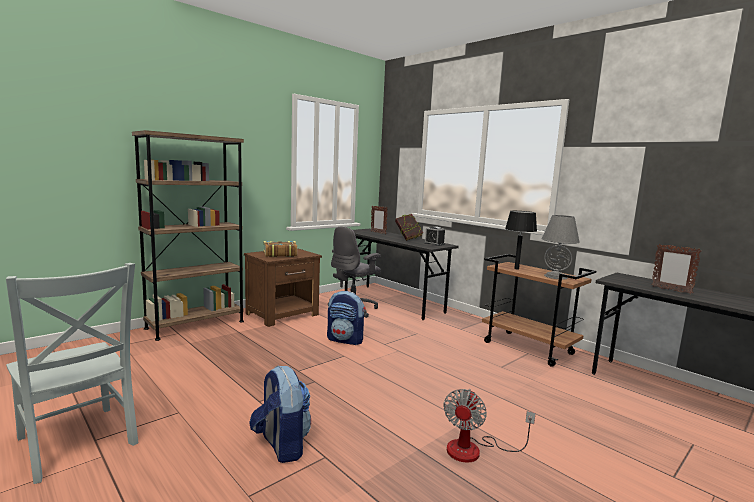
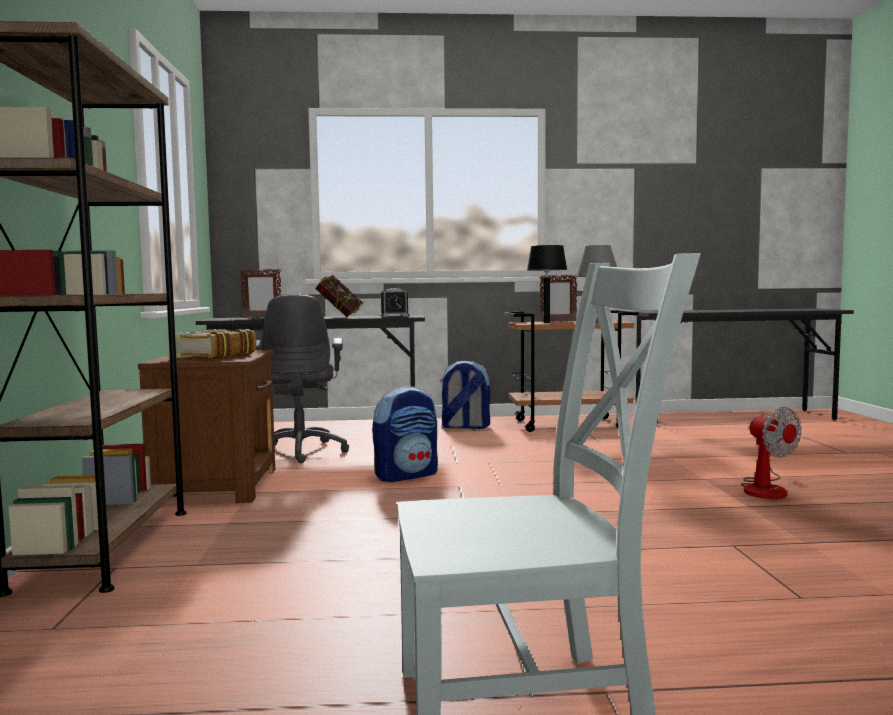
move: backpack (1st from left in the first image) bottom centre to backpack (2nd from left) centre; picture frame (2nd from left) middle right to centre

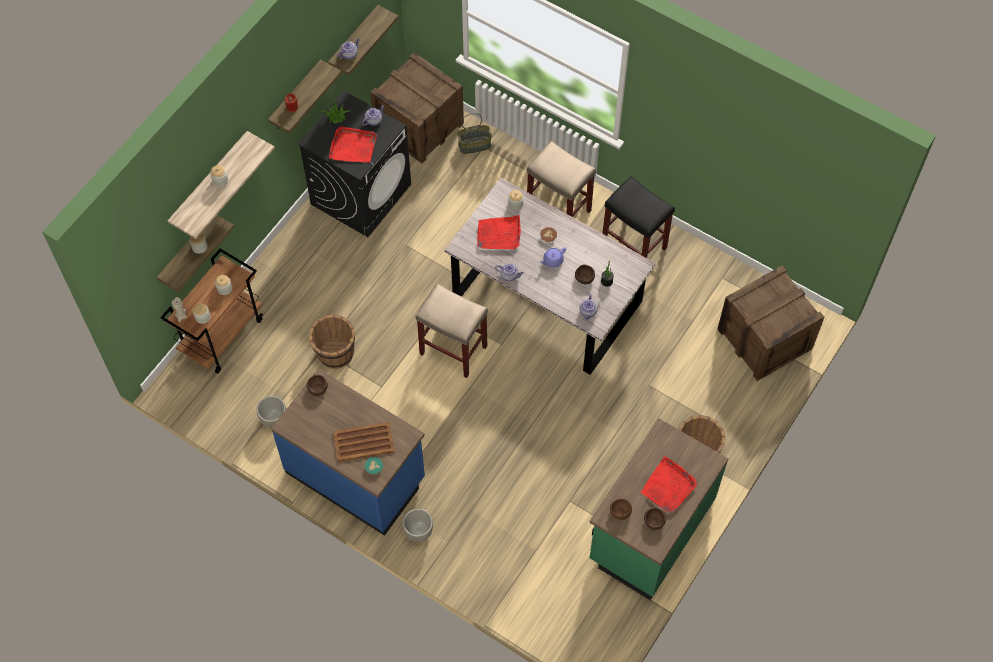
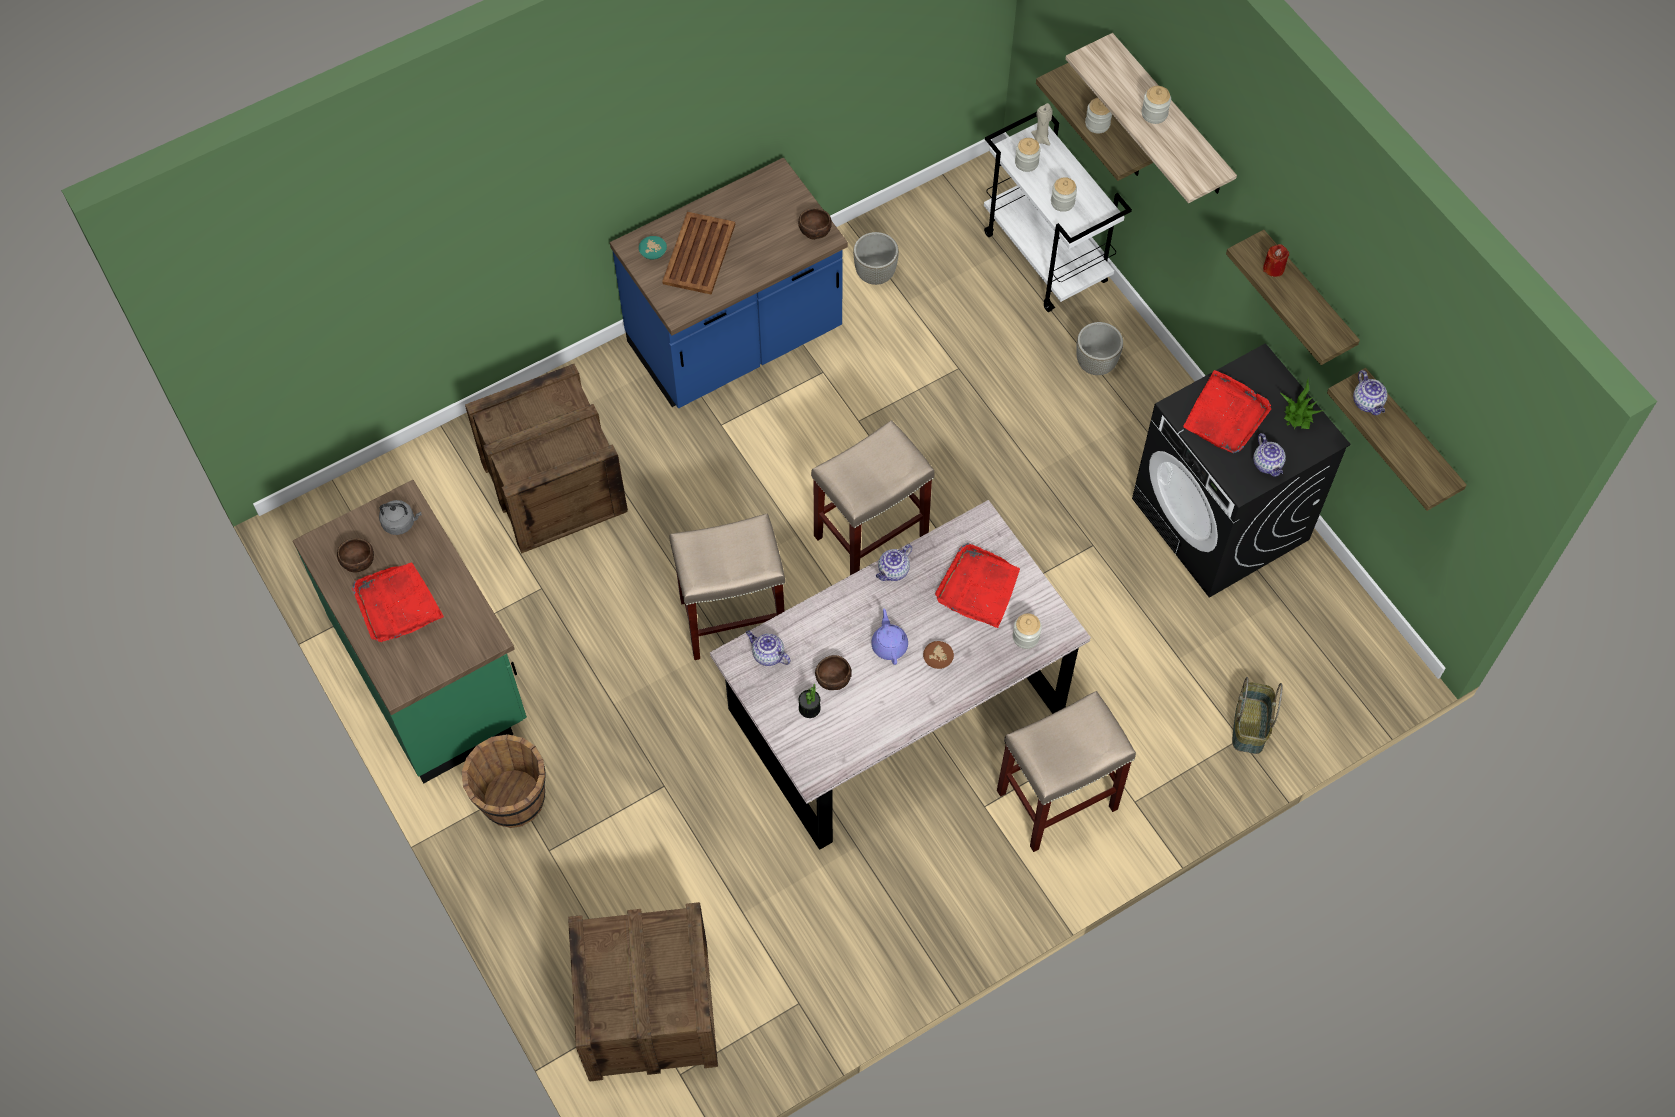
delete: bucket/brown (1st from left) centre; stool/black top centre
insert: stool/beige (1st from left) centre
move: crate (1st from left) top centre to middle left; planter/grey (2nd from left) bottom centre to top centre
replace: bowl/brown (4th from left) bottom centre to kettle/grey middle left
recolor: cart/brown middle left to cart/white top centre

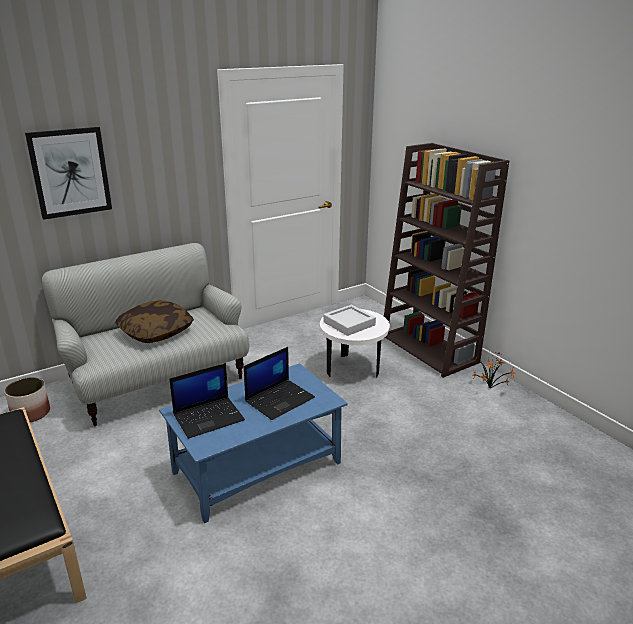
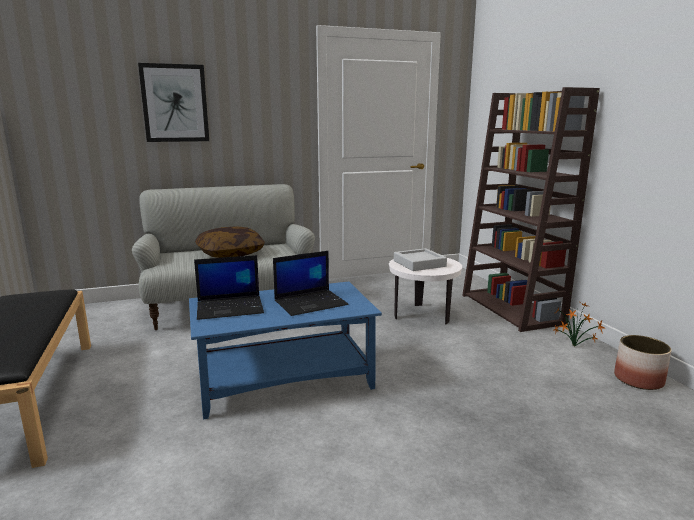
move: planter middle left to bottom right

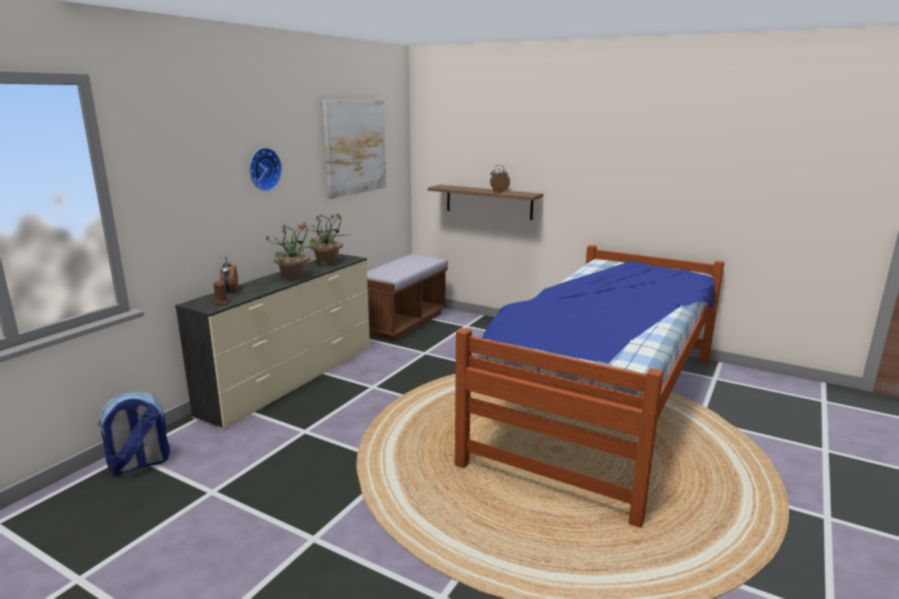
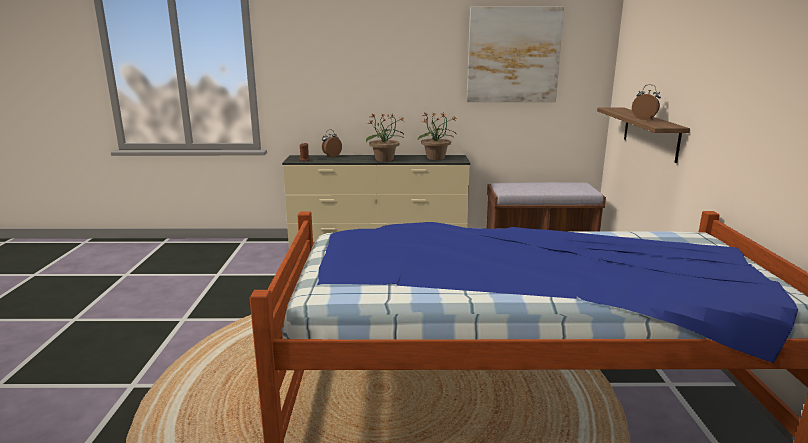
delete: backpack bottom left; wall clock top left

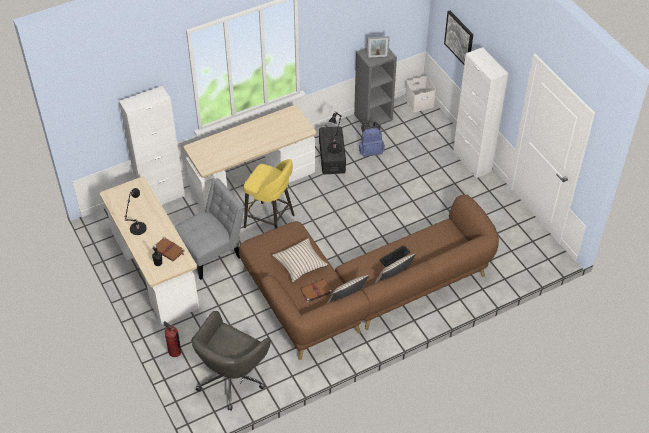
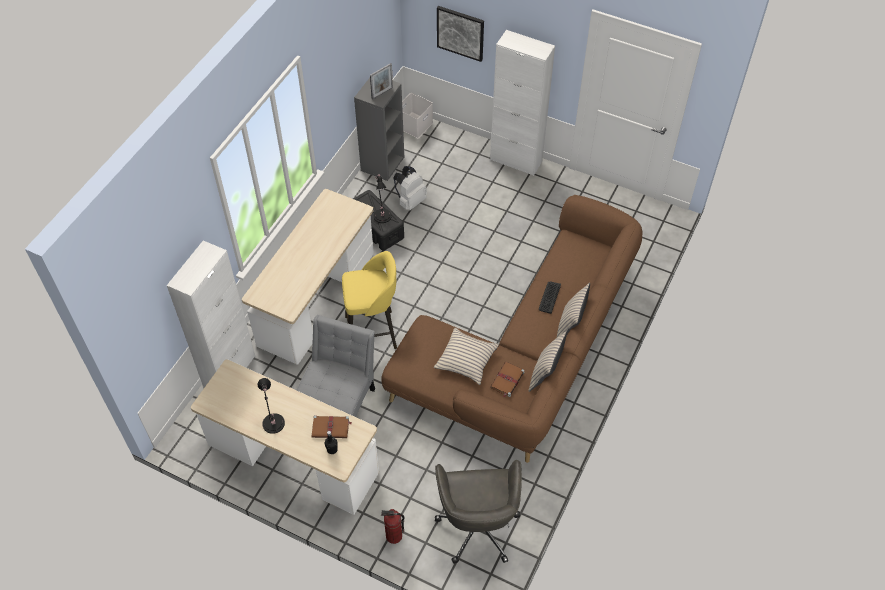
recolor: backpack/blue top centre to backpack/white top centre

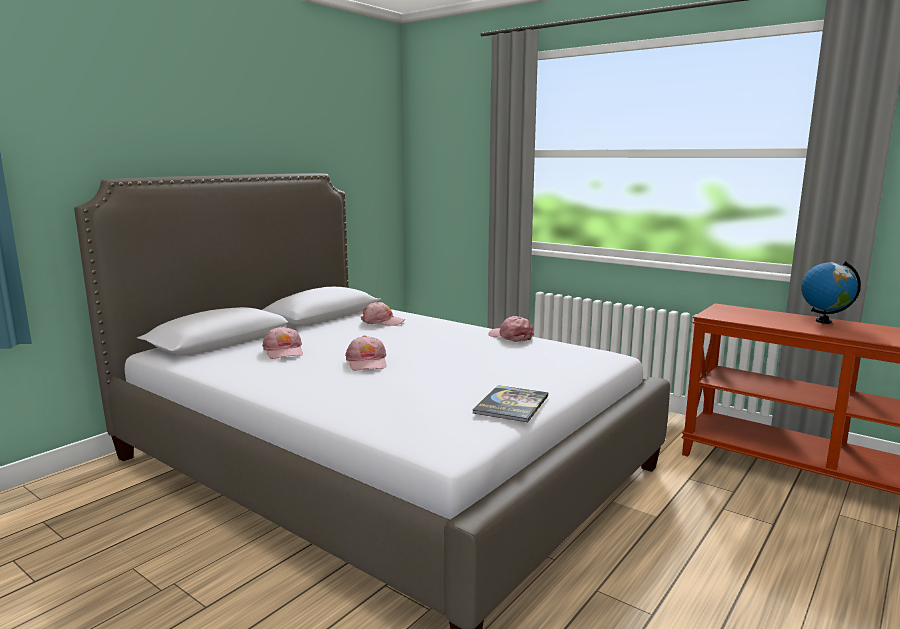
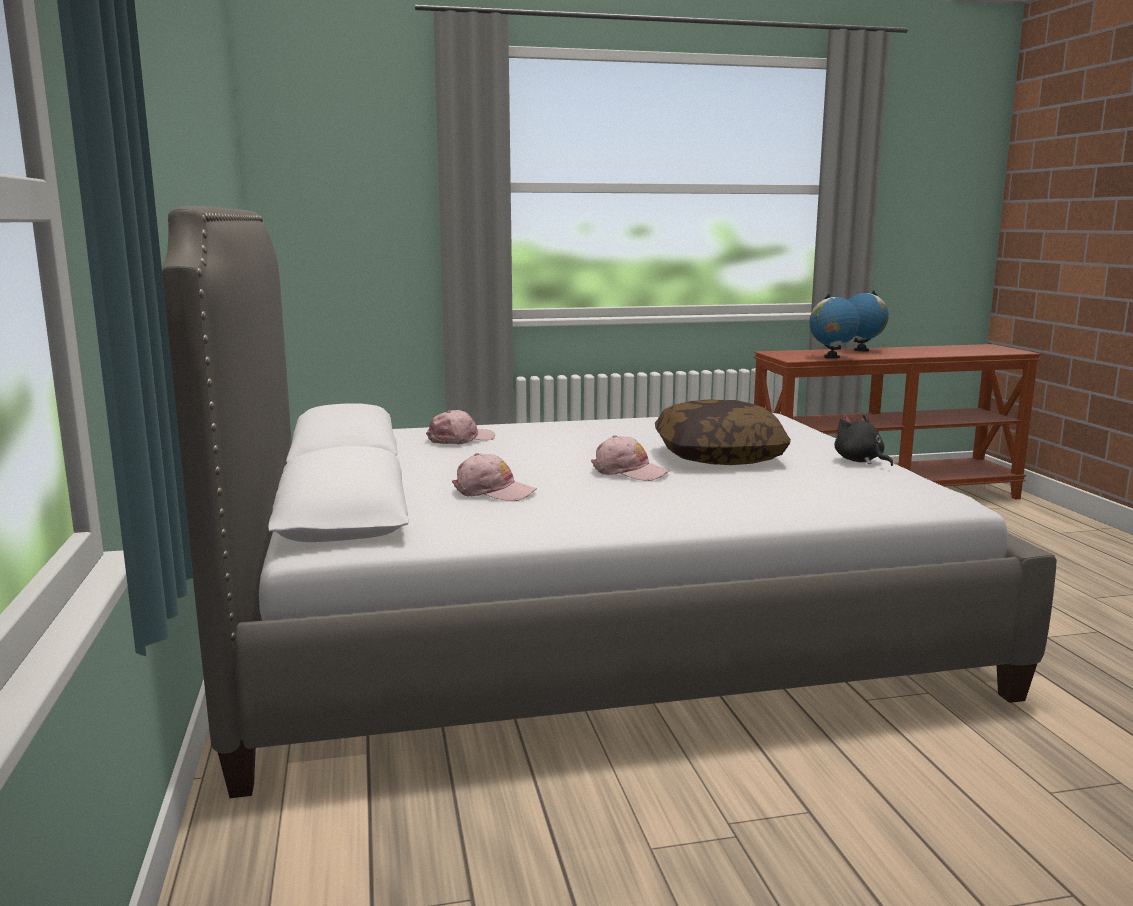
delete: cap/pink (4th from left) centre
insert: pillow centre; globe (1st from left) middle right
replace: book centre to plush toy/black middle right

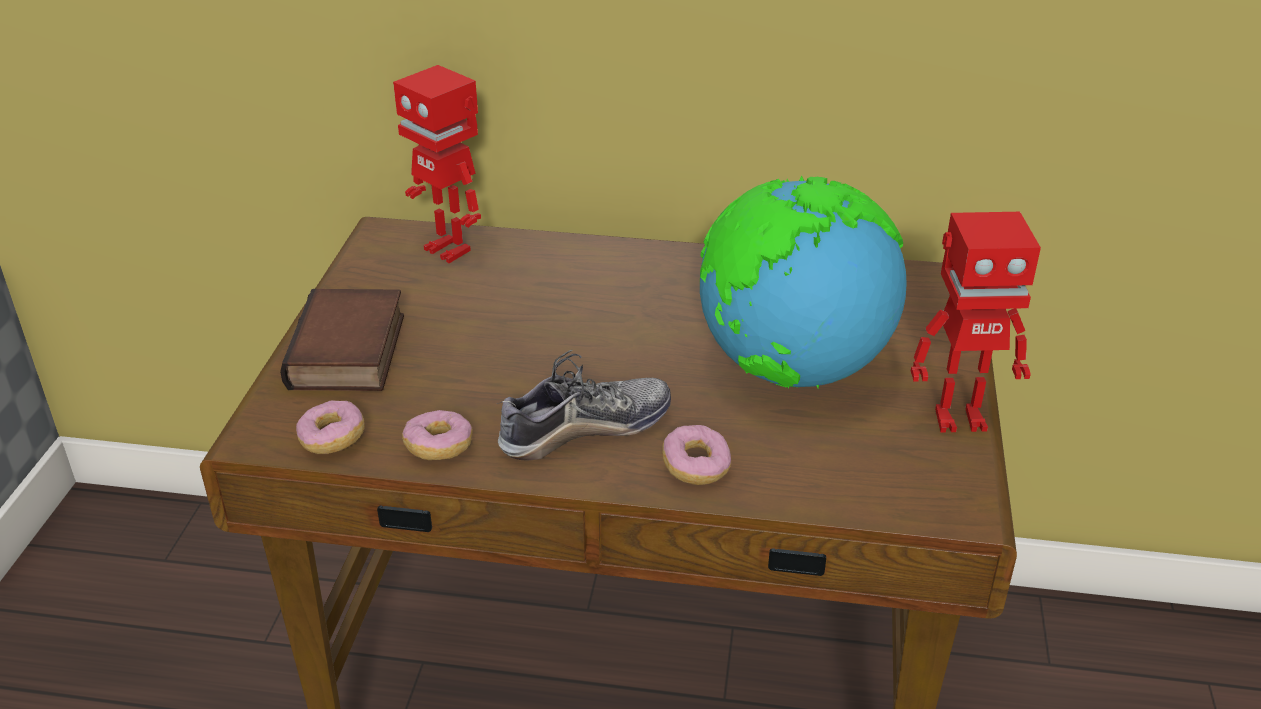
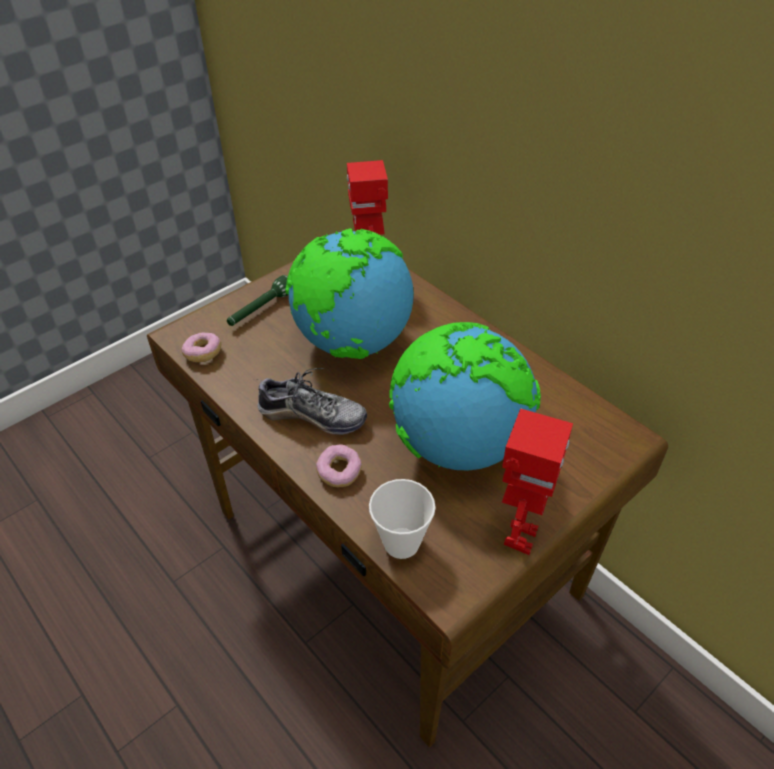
delete: donut (2nd from left) centre
insert: globe (1st from left) centre; cup bottom centre
replace: book middle left to flashlight/green middle left
rotate: toy robot (2nd from left) middle right = middle right 105 degrees counterclockwise

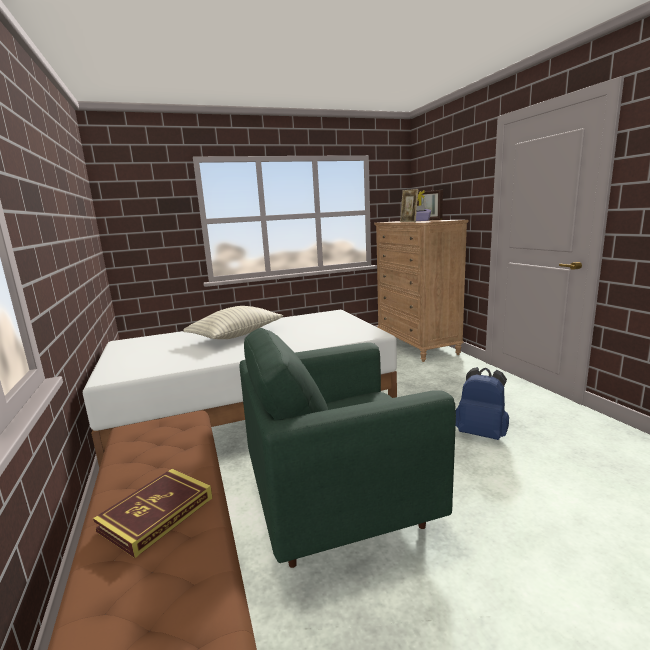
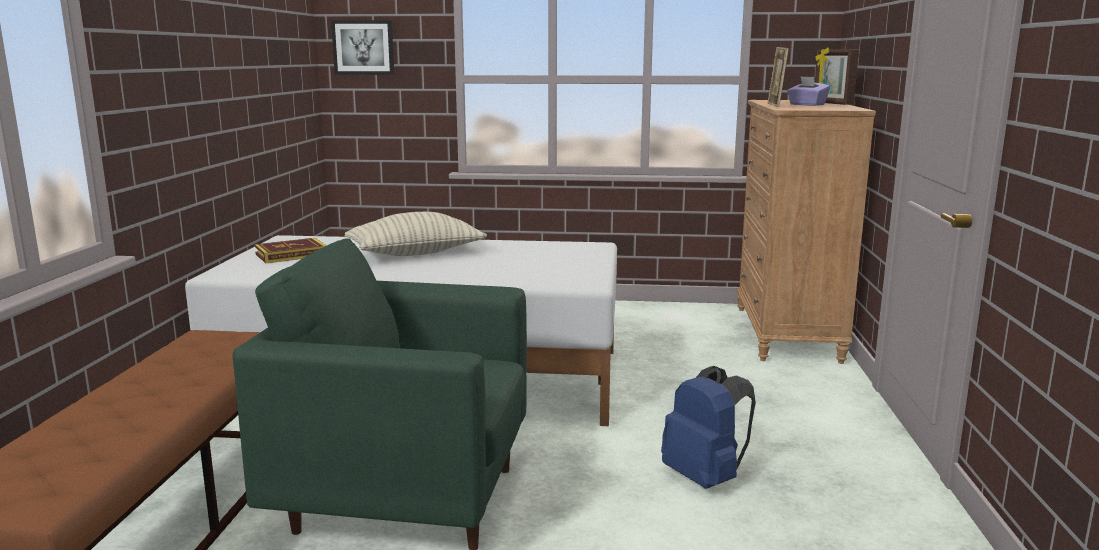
insert: picture top left
move: book bottom left to middle left

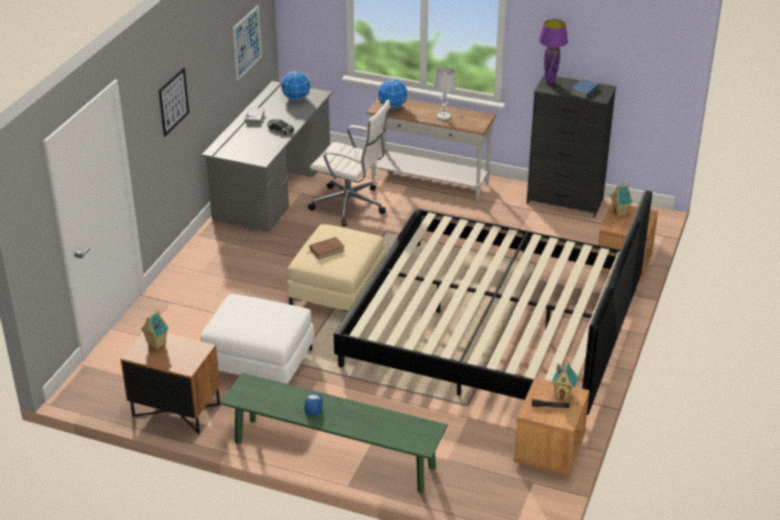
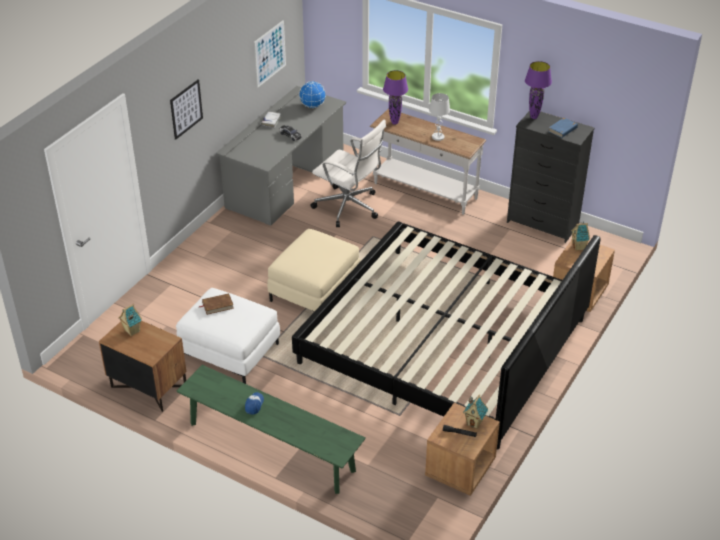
move: book/brown centre to middle left
replace: globe (2nd from left) top centre to table lamp/purple (1st from left) top centre

